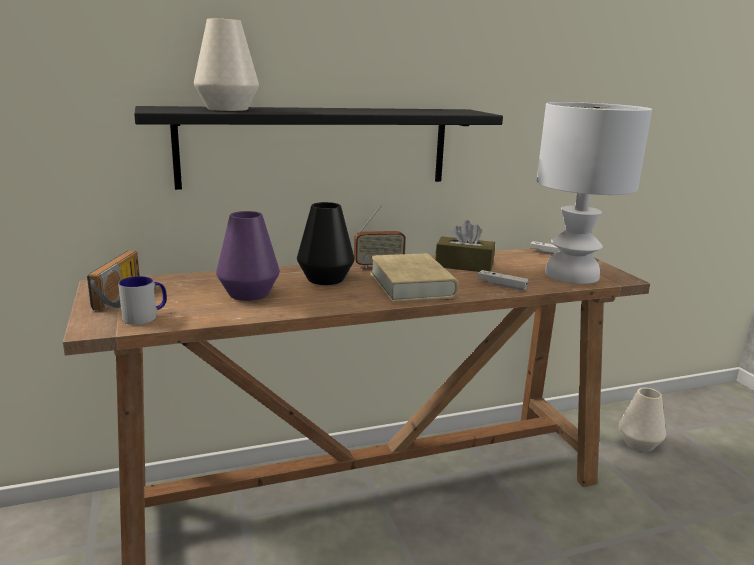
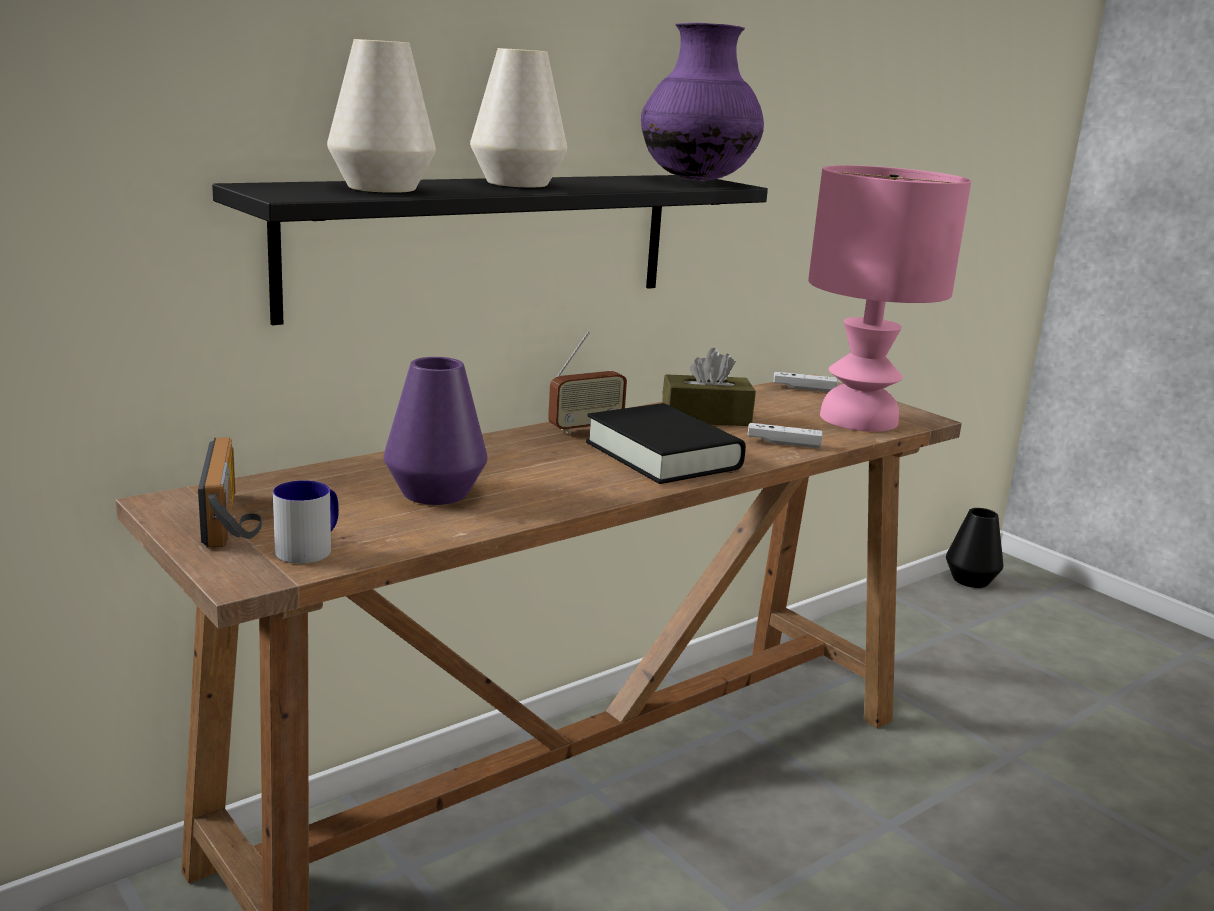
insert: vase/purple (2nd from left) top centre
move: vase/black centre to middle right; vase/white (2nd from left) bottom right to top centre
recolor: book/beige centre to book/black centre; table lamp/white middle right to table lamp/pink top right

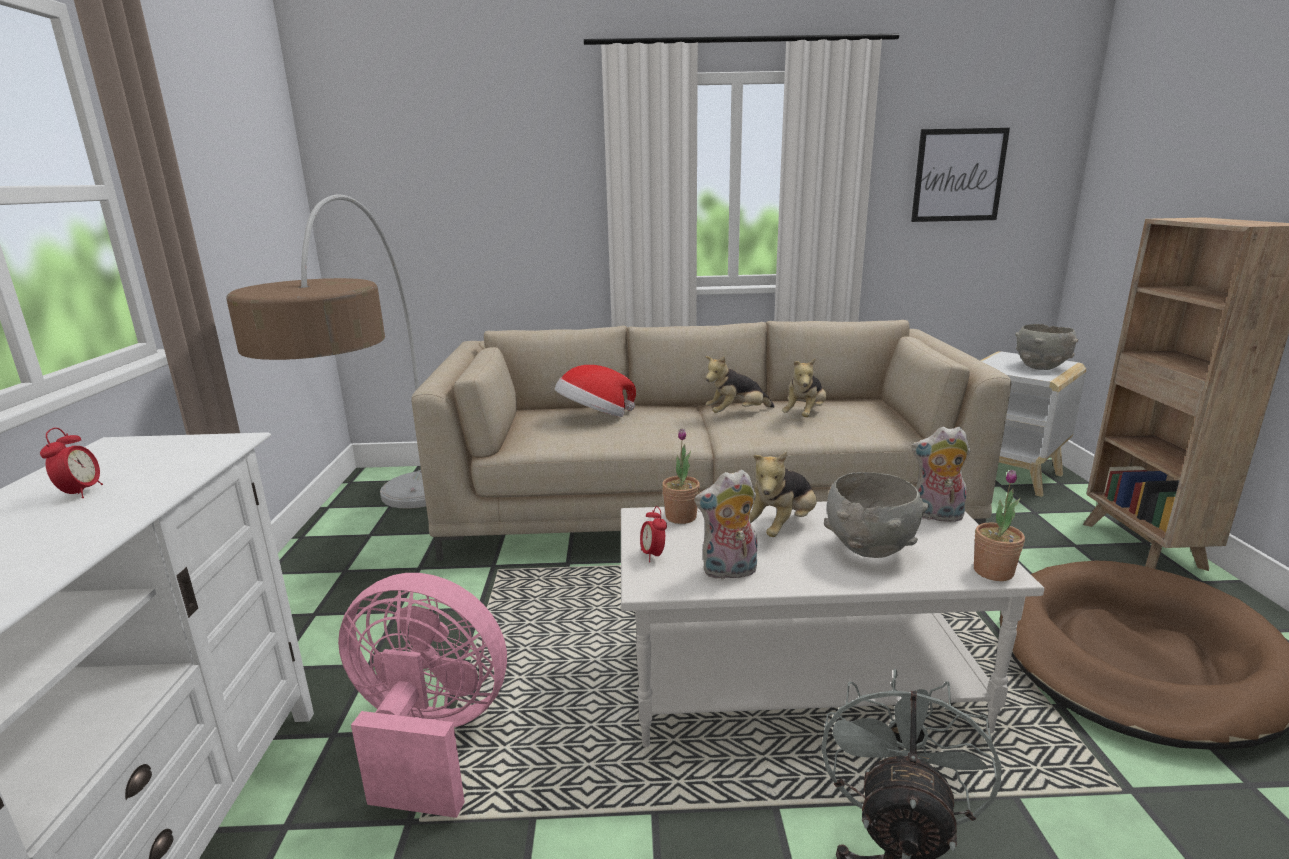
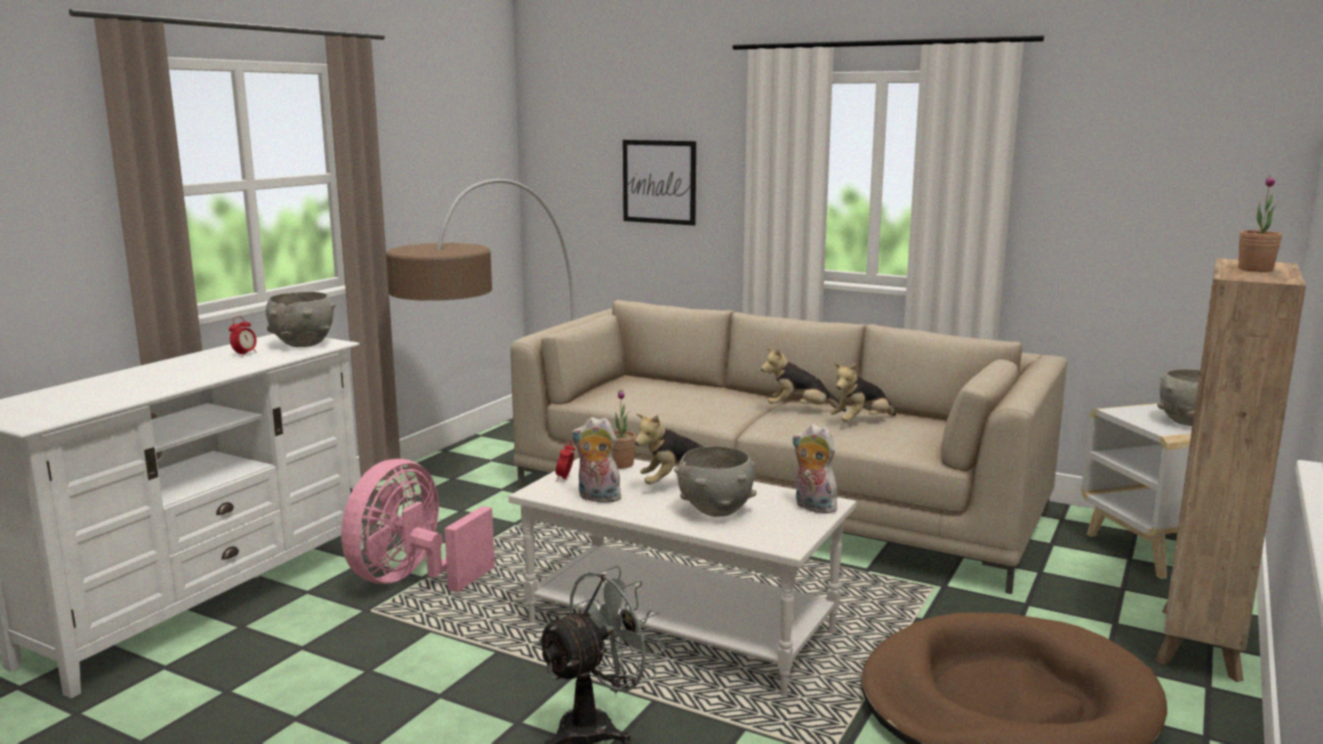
delete: hat centre
insert: bowl/grey (1st from left) middle left
move: picture top right to top centre; potted plant (2nd from left) middle right to top right
rotate: fan/pink bottom left = bottom left 105 degrees counterclockwise

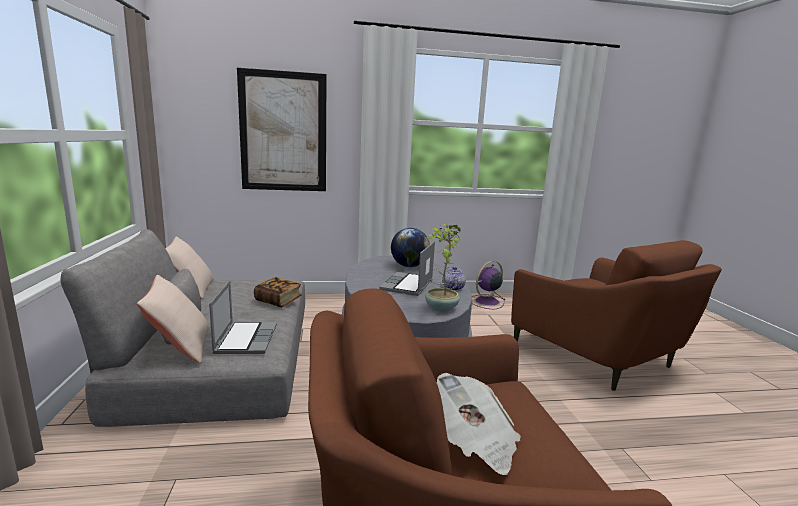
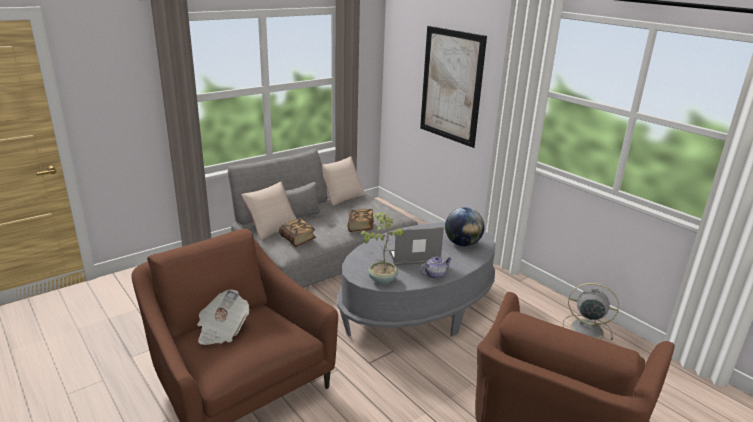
replace: laptop (1st from left) middle left to book (1st from left) centre
recolor: fan/purple centre to fan/grey bottom right

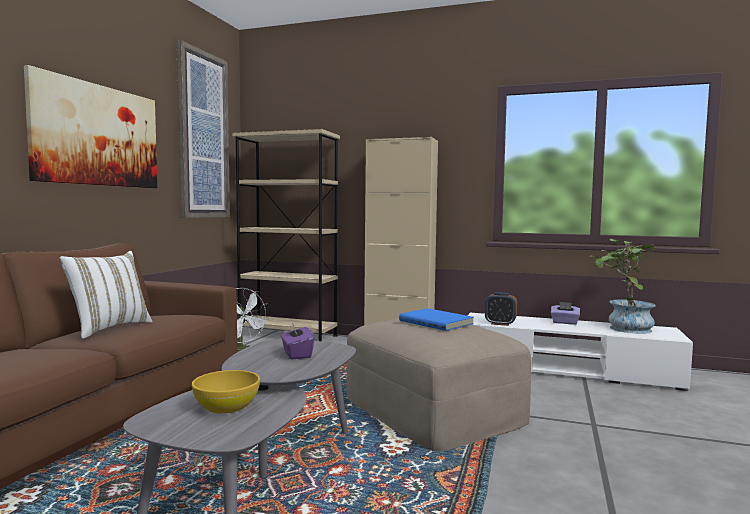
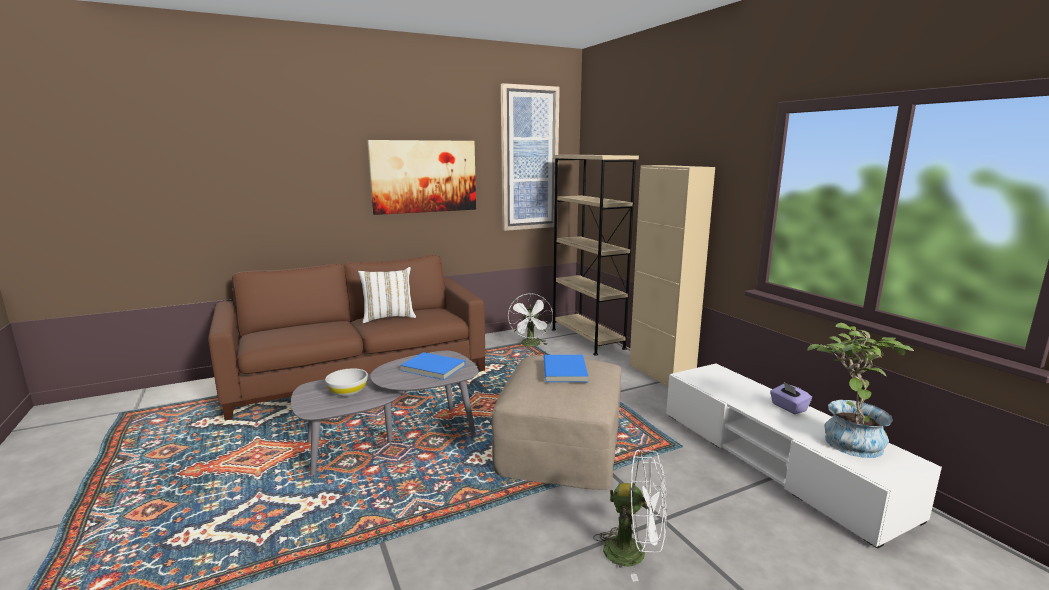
delete: alarm clock middle right
insert: fan/white (2nd from left) bottom centre
replace: tissue box/purple (1st from left) centre to book/blue (1st from left) centre
recolor: bowl/yellow bottom left to bowl/white middle left

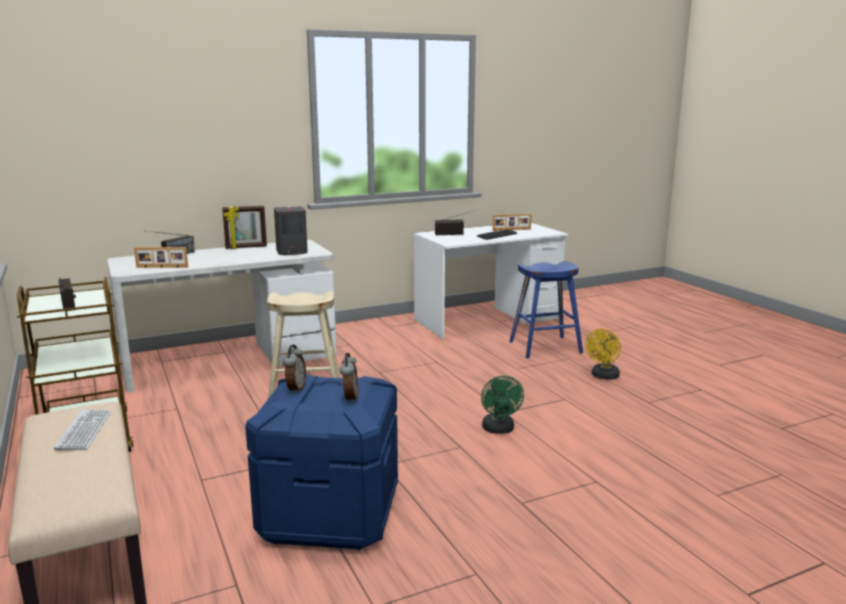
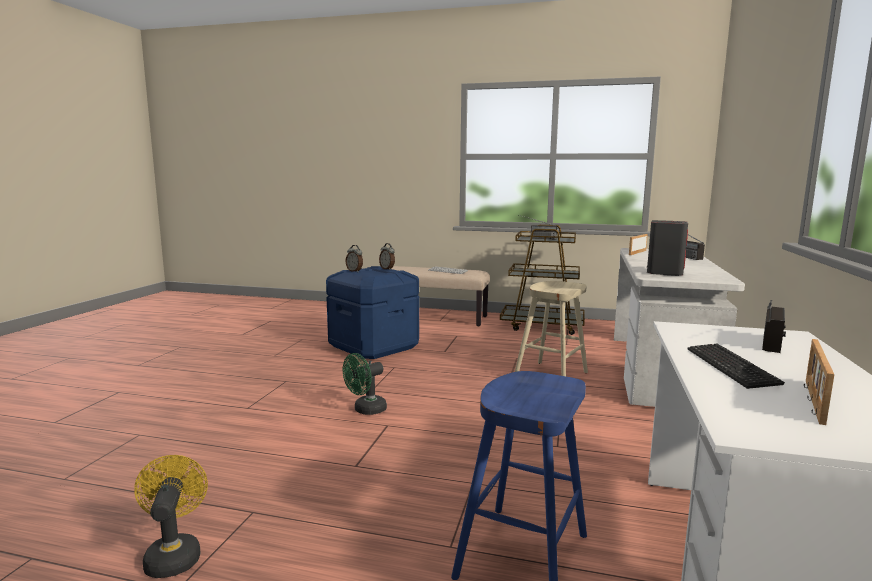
delete: picture frame (2nd from left) middle left
move: fan/yellow middle right to bottom left
rotate: fan/green bottom centre = centre 75 degrees counterclockwise

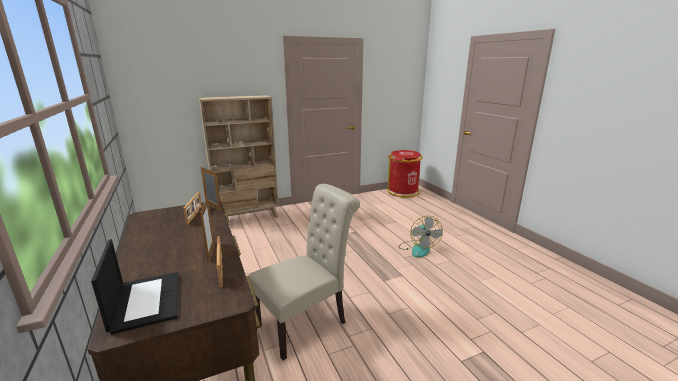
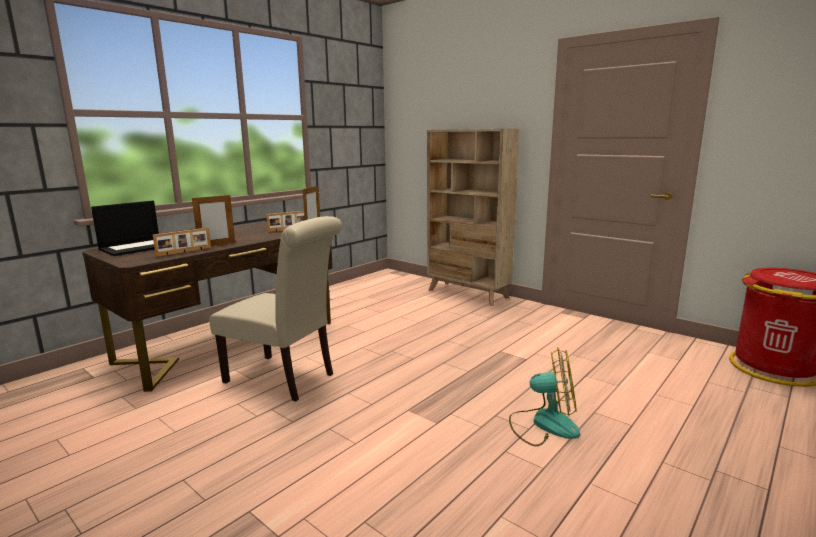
rotate: fan centre = bottom right 135 degrees counterclockwise

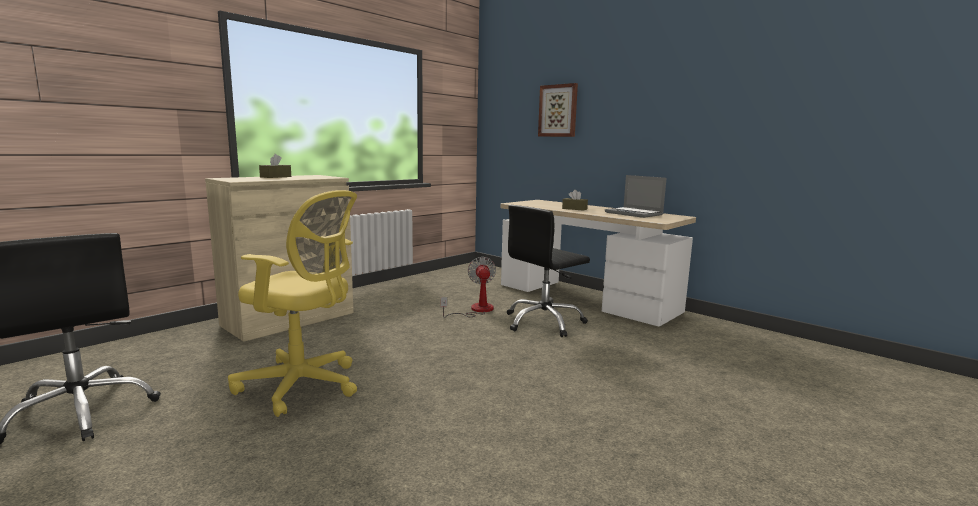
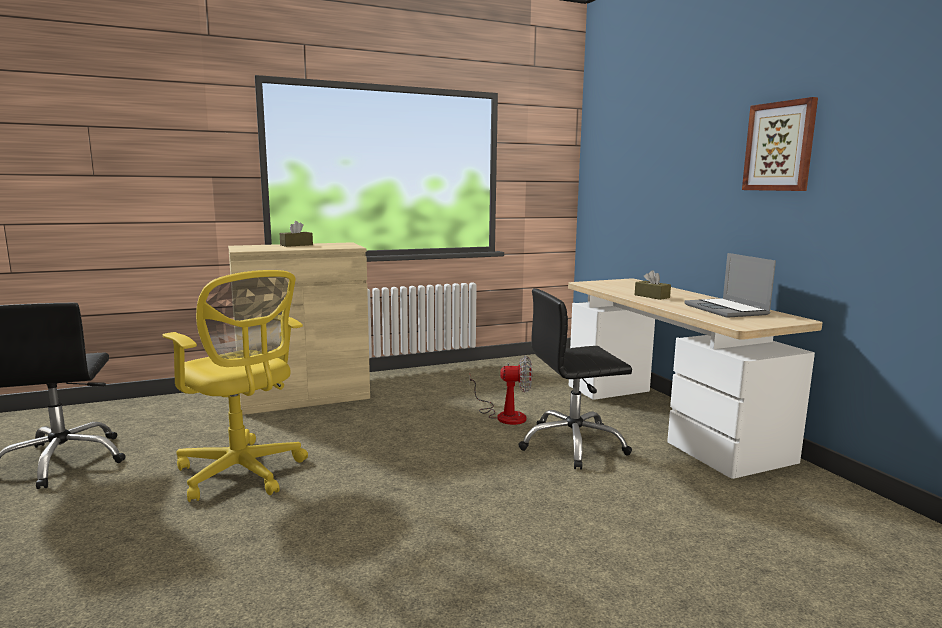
move: picture top centre to top right
rotate: fan centre = centre 75 degrees clockwise

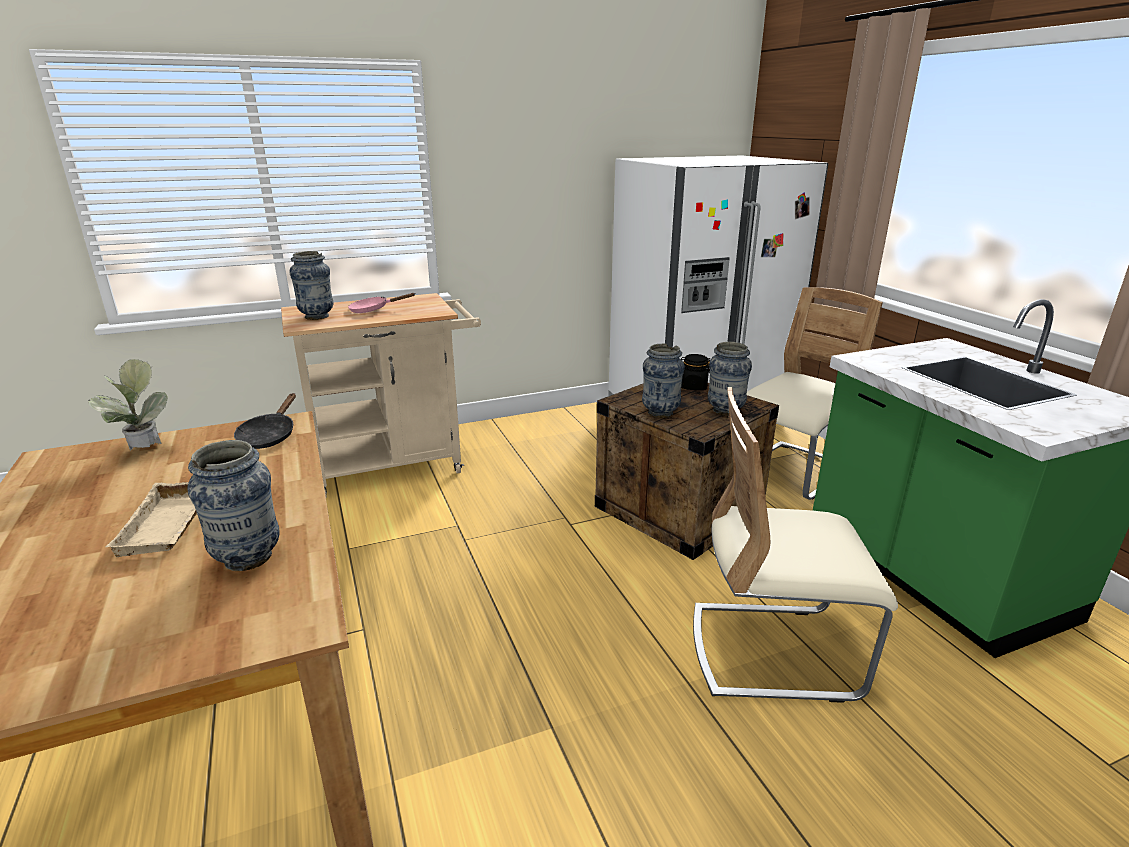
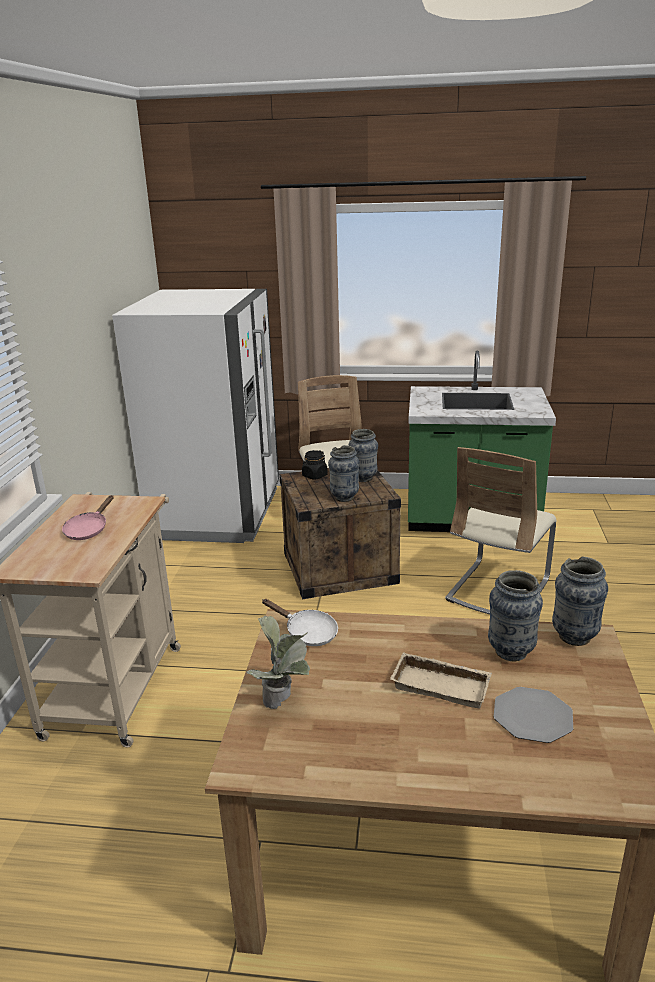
insert: plate bottom right
move: vase (2nd from left in the first image) middle left to vase (4th from left) middle right
recolor: frying pan/black middle left to frying pan/white centre

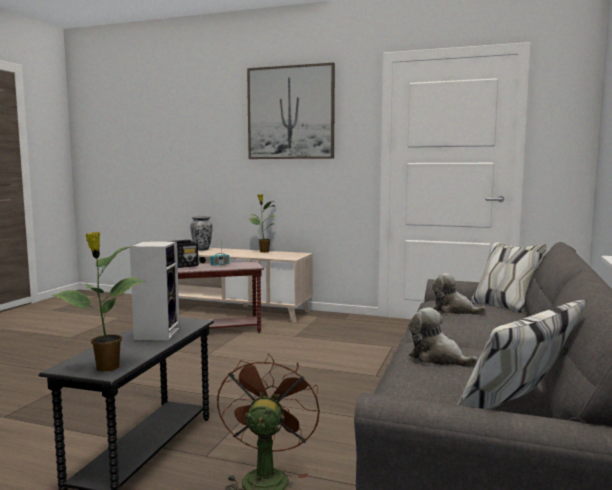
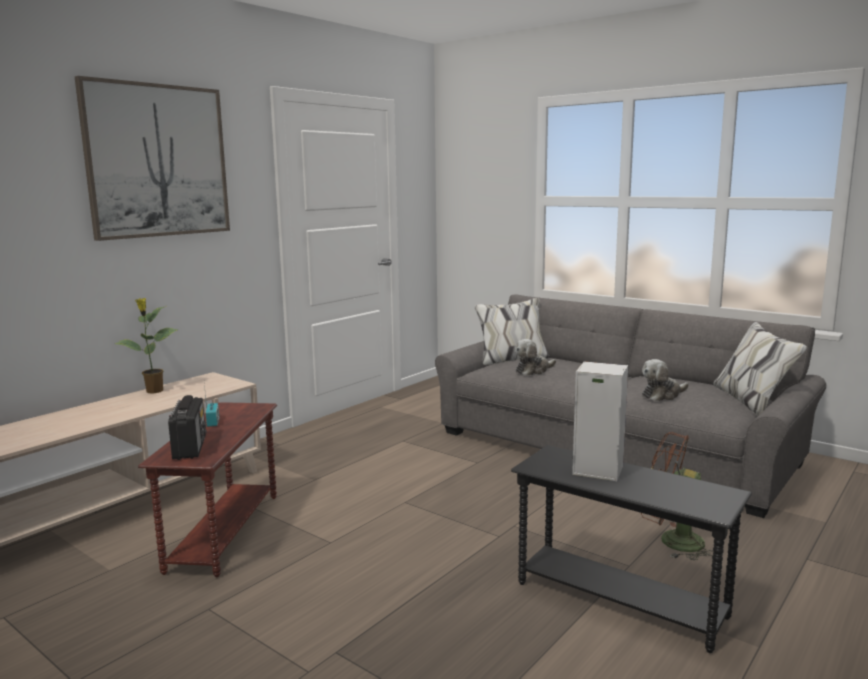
delete: potted plant (1st from left) middle left; vase middle left

